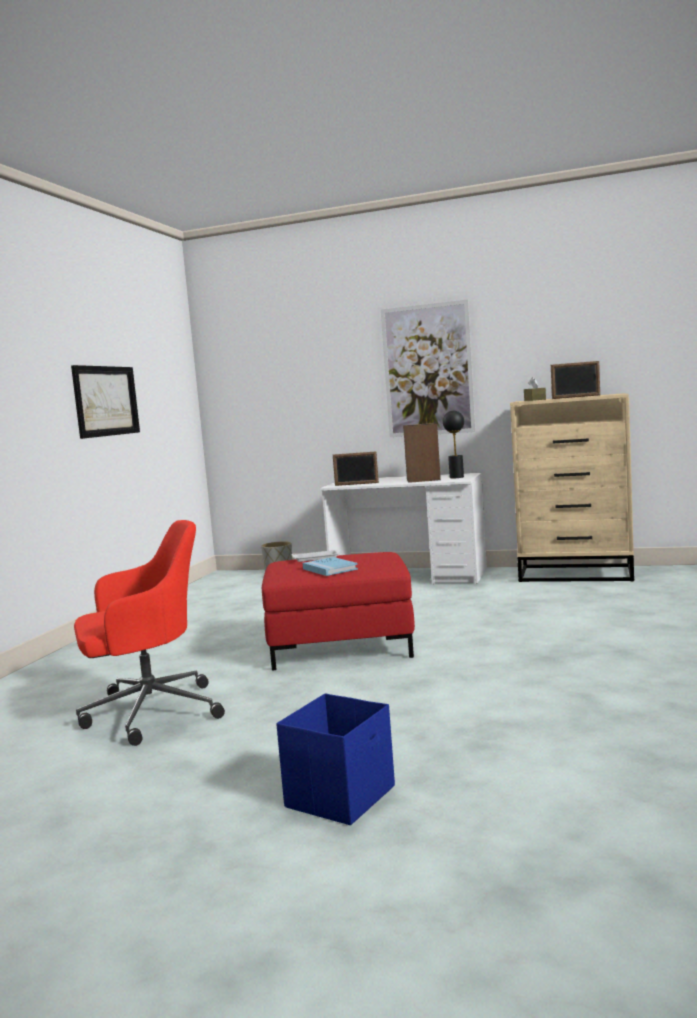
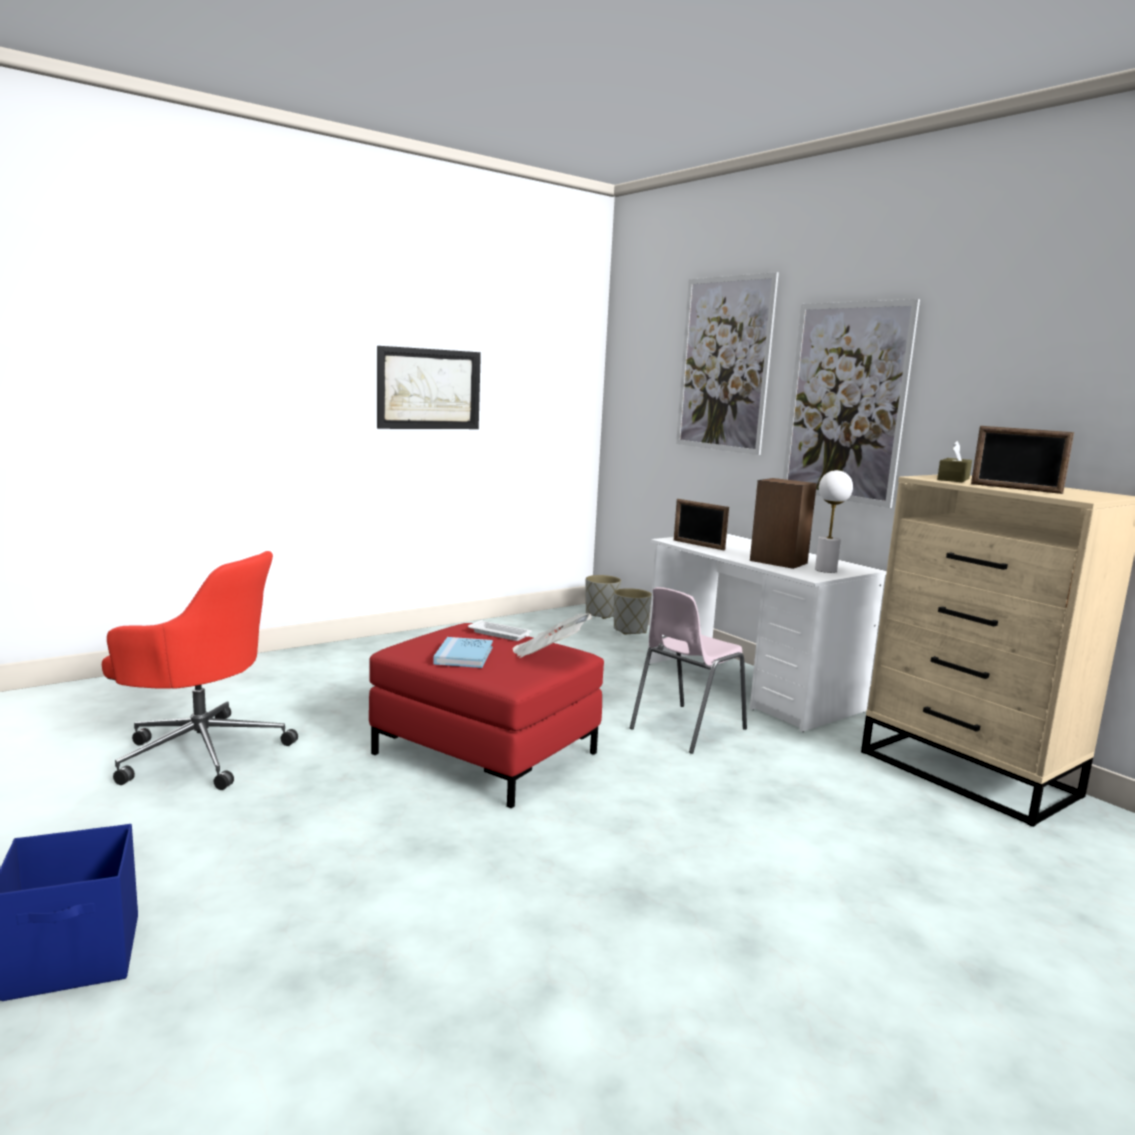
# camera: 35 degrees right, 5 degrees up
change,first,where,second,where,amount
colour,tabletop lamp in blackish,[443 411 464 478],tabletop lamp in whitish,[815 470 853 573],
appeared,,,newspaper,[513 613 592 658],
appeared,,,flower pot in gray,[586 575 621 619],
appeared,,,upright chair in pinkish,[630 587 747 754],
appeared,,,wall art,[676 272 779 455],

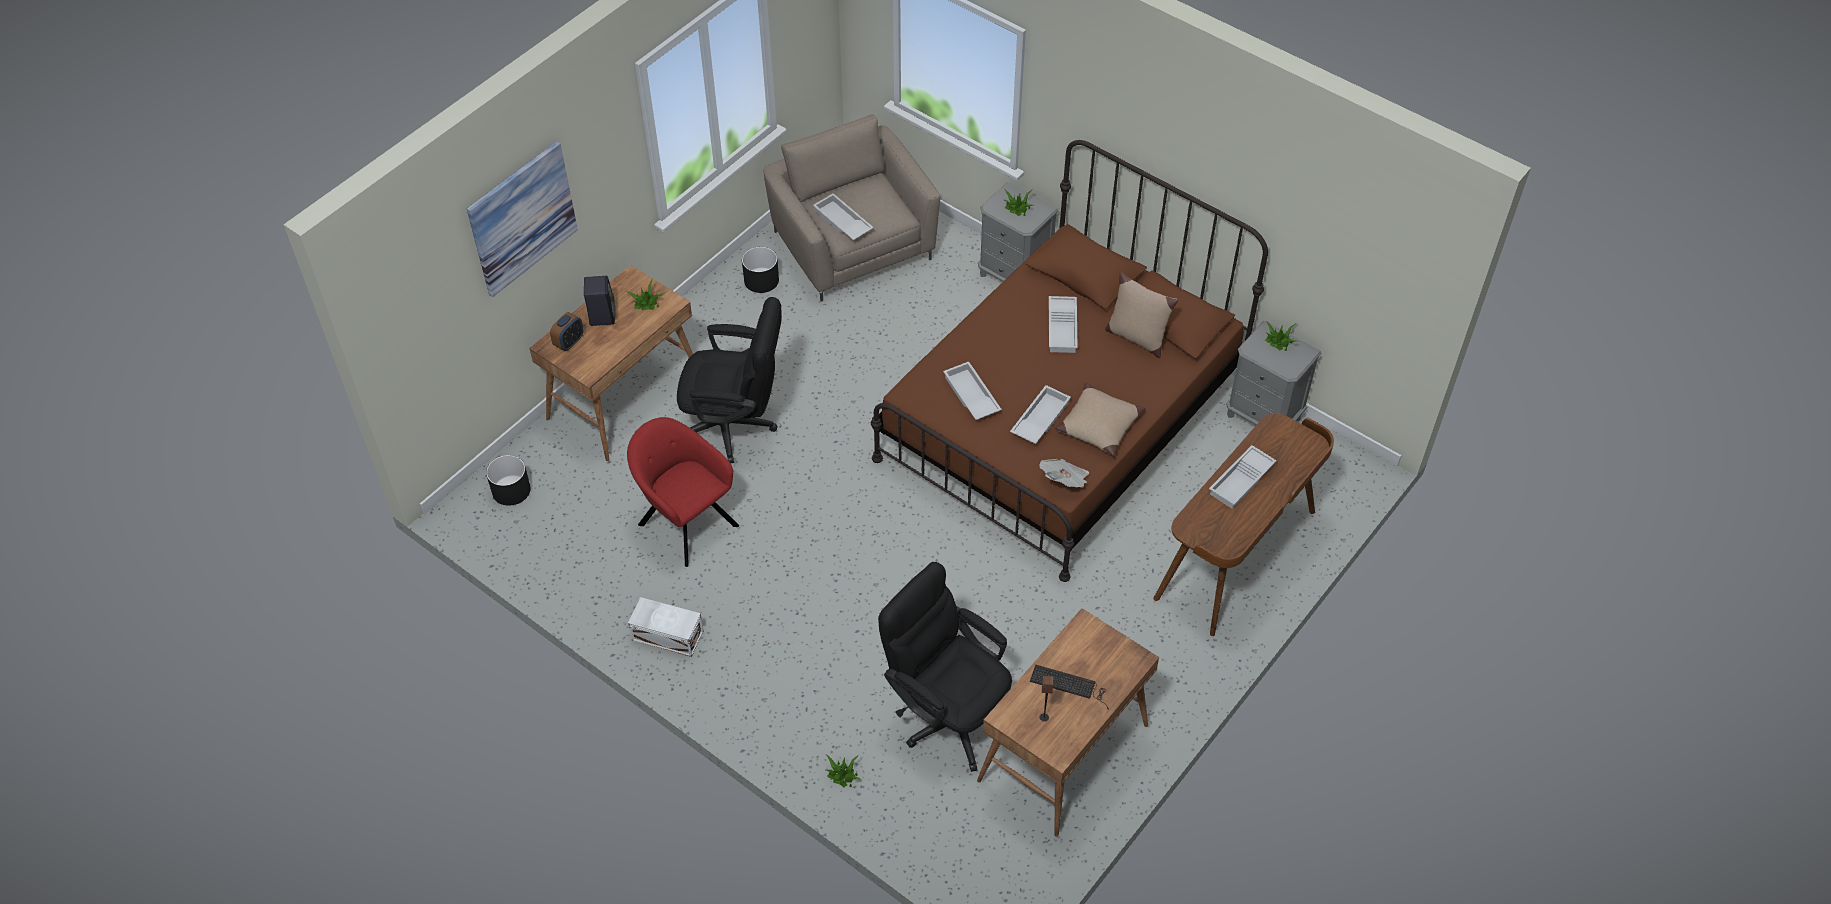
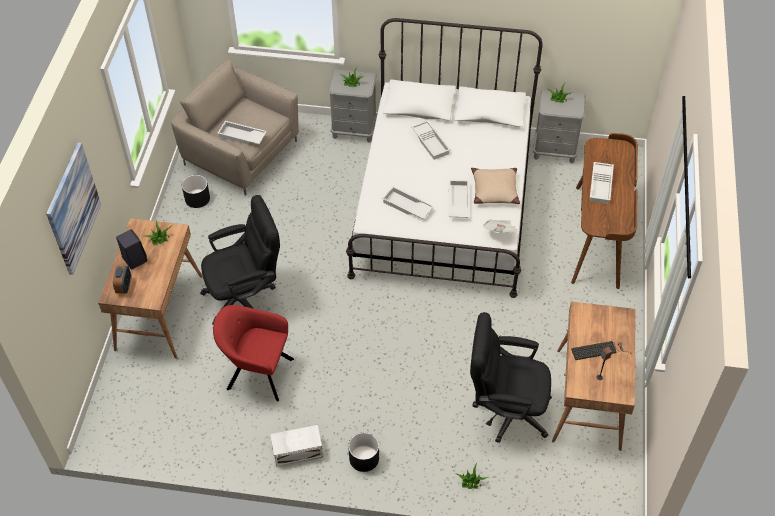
# camera: 30 degrees left, 0 degrees up
change,first,where,second,where,amount
relocated,flower pot in blackish,[486 455 531 506],,[348 432 379 472],
colour,bedroom bed in brownish,[871 140 1268 582],bedroom bed in whitish,[346 18 543 298],
missing,throw pillow in sand-coloured,[1105 272 1178 358],,,

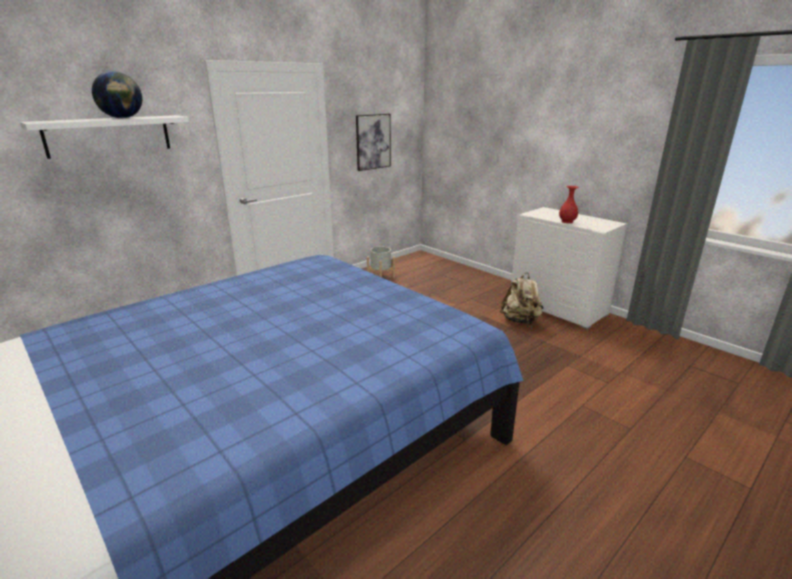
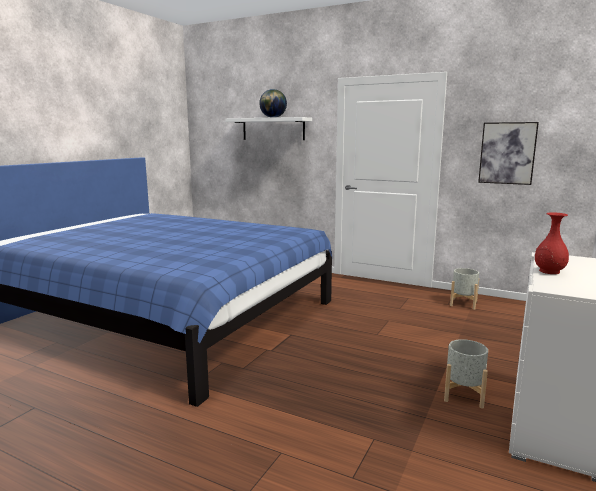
# camera: 70 degrees right, 10 degrees down
change,first,where,second,where,amount
exchanged,backpack in sand-coloured,[500 273 544 325],flower pot in gray,[444 339 488 408],

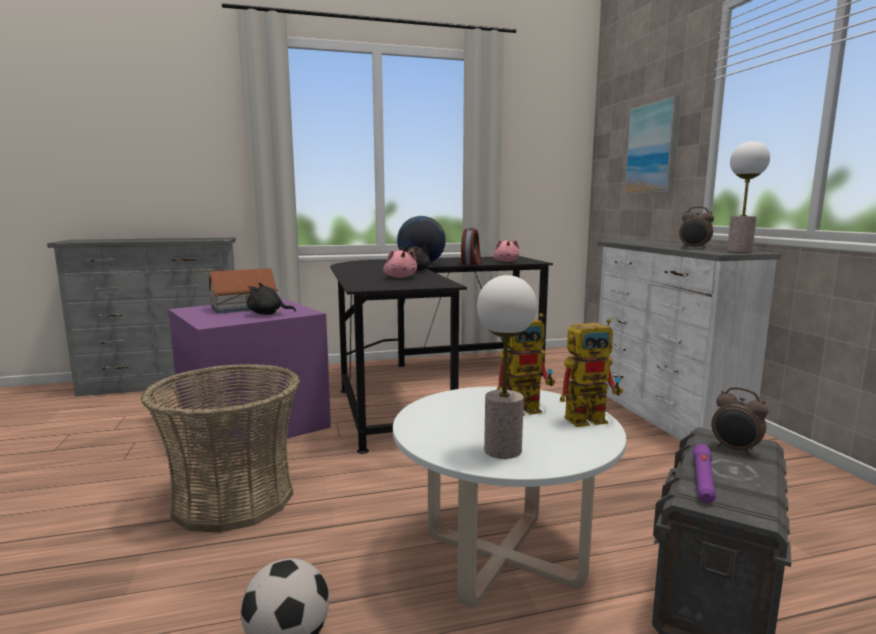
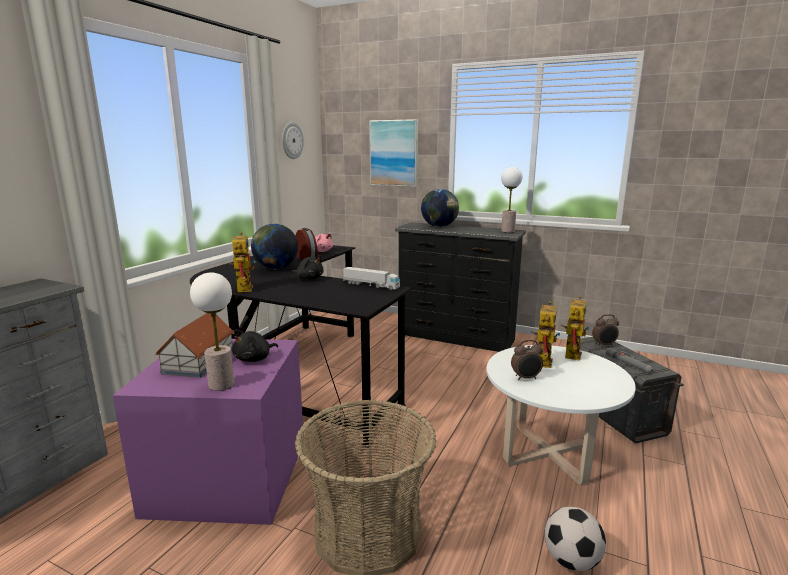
# camera: 50 degrees left, 5 degrees up
change,first,where,second,where,amount
missing,cuddly toy in pinkish,[383 249 417 278],,,
relocated,tabletop lamp,[477 275 537 459],,[190 272 234 391],
colour,dresser in whitish,[597 240 782 440],dresser in blackish,[395 222 526 352],
relocated,table clock,[679 207 714 249],,[511 340 543 380],
colour,torch in purple,[693 444 716 503],torch in gray,[606 348 653 373],
appeared,,,model robot,[229 232 256 292],
appeared,,,clock on the wall,[282 122 304 159],
appeared,,,toy truck,[343 267 400 290],
appeared,,,desk globe,[421 189 459 227],

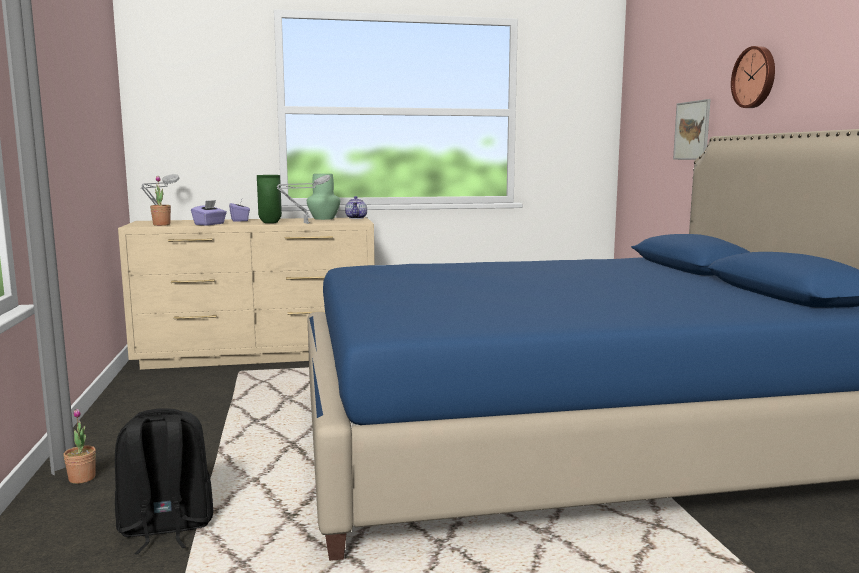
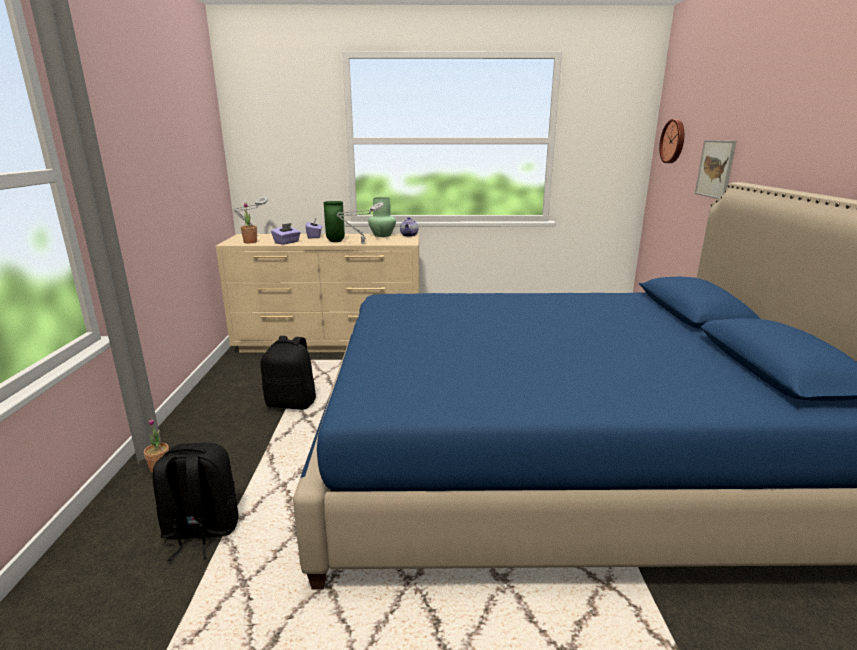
# camera: 10 degrees right, 10 degrees up
change,first,where,second,where,amount
relocated,clock on the wall,[731 46 775 108],,[659 119 684 163],
appeared,,,backpack in blackish,[260 336 316 410],

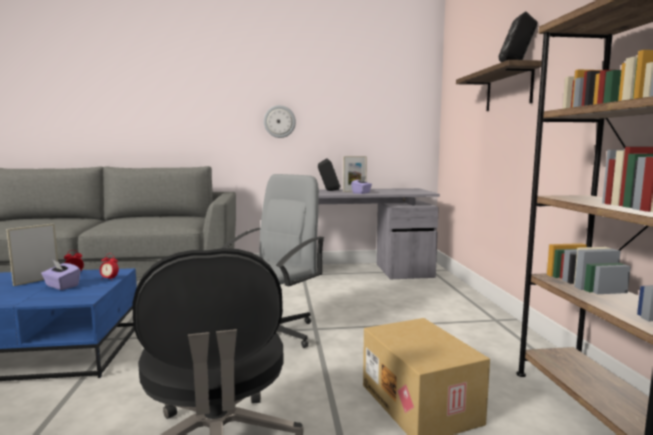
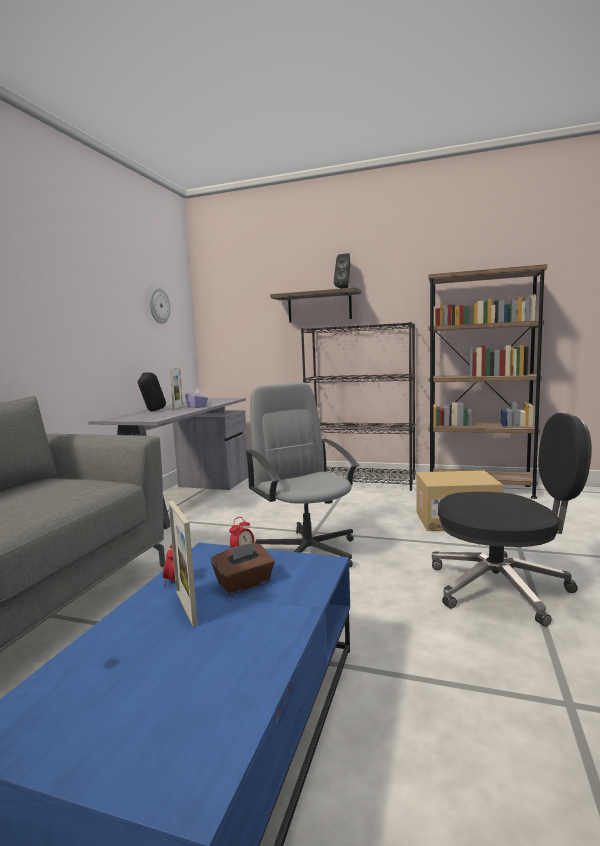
# camera: 65 degrees left, 0 degrees up
change,first,where,second,where,amount
colour,tissue box in purple,[41 260 80 290],tissue box in brownish,[211 542 275 594],
relocated,clock on the wall,[264 105 296 138],,[150 288 171 324],
appeared,,,bookshelf in blackish,[301 322 415 491],

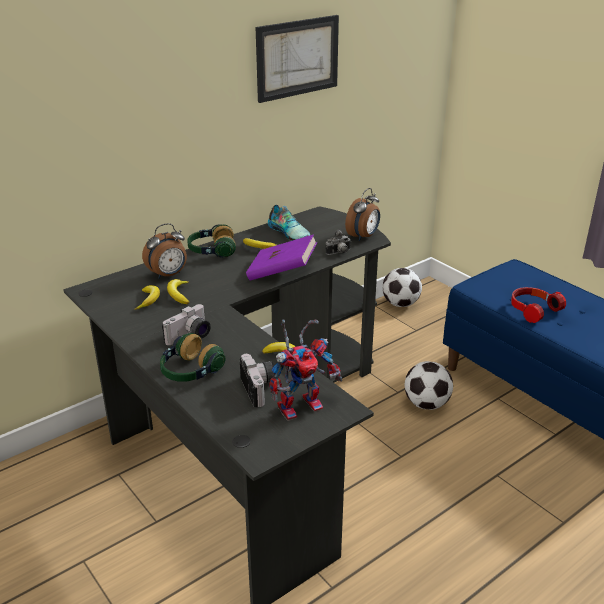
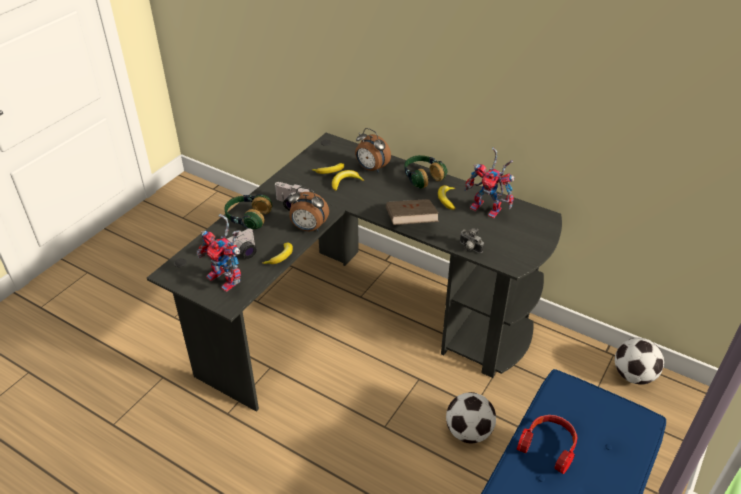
# camera: 70 degrees right, 10 degrees up
change,first,where,second,where,amount
colour,volume in purple,[246 235 317 281],volume in brownish,[386 199 439 225],
missing,wall art,[255 15 339 103],,,
exchanged,item of footwear,[268 205 310 241],model robot,[464 147 515 219],
relocated,table clock,[345 188 380 241],,[288 187 329 231],

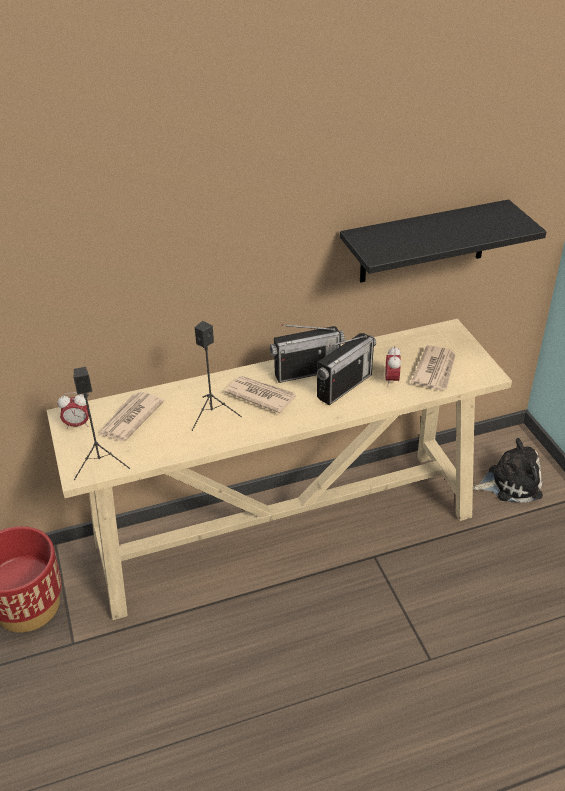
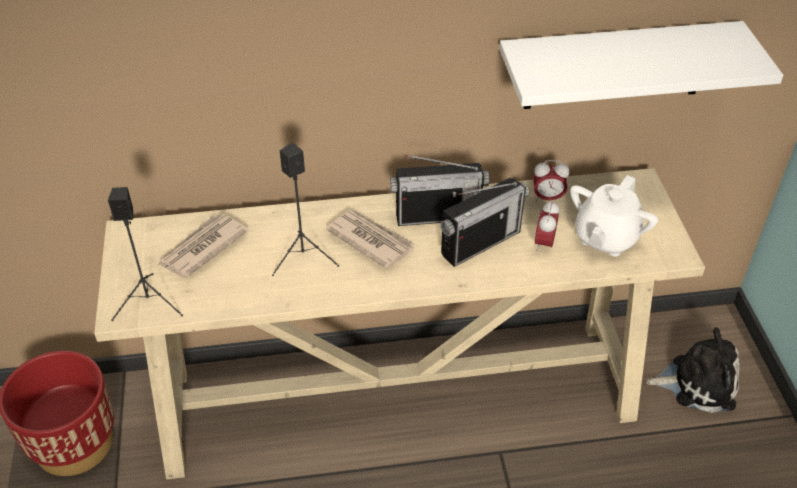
# camera: 10 degrees right, 5 degrees up
change,first,where,second,where,amount
relocated,table clock,[58 392 89 429],,[533 160 570 203],
colour,wall shelf in blackish,[340 199 547 283],wall shelf in whitish,[499 21 783 109],
exchanged,newspaper,[411 345 456 390],tea pot in whitish,[570 175 658 257],

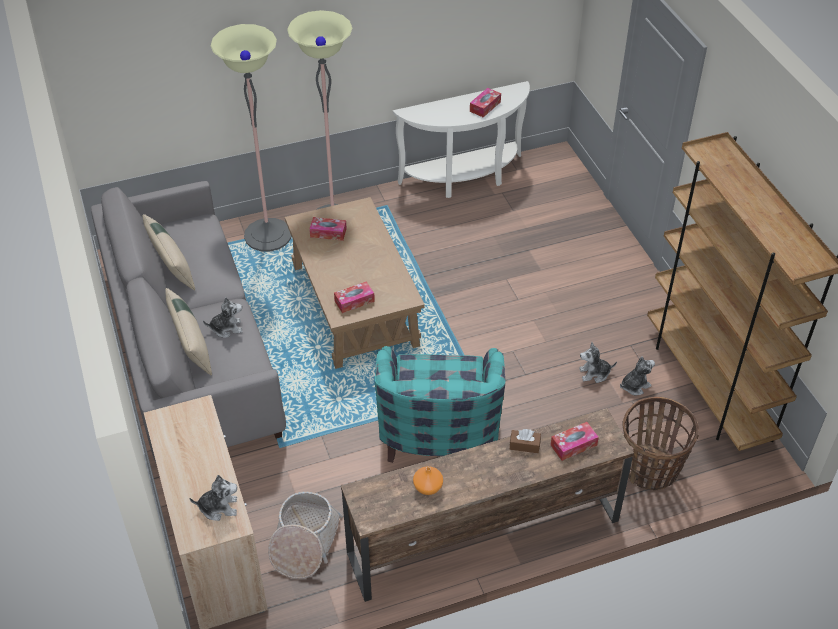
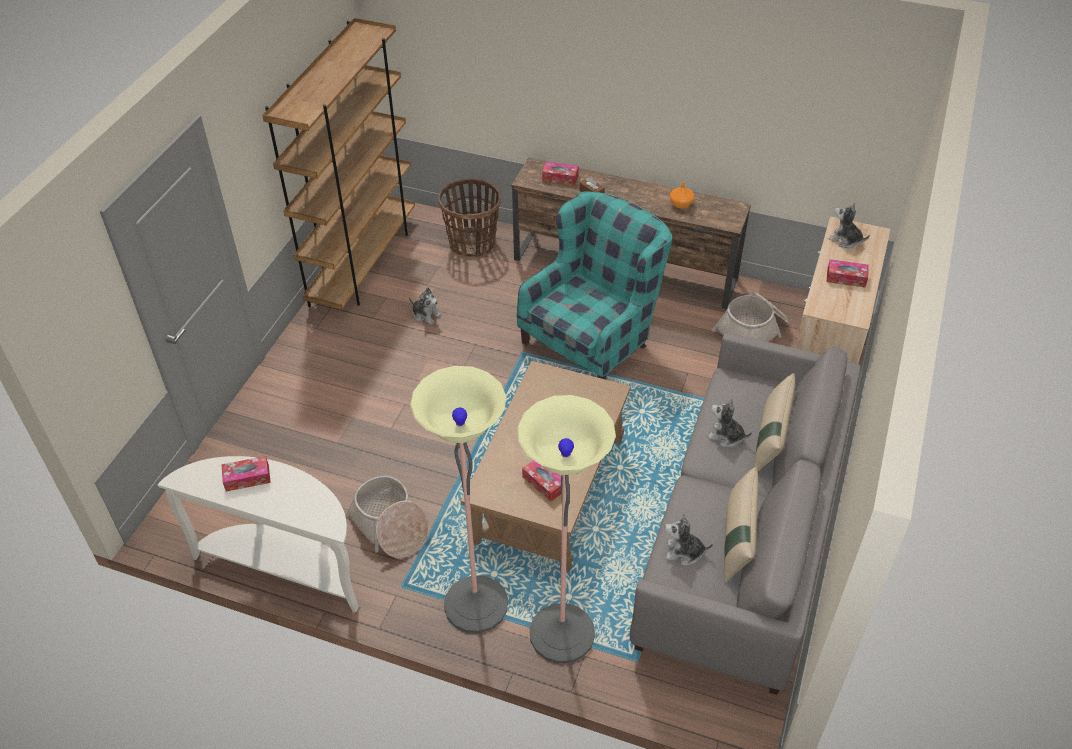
# camera: 140 degrees left, 0 degrees up
change,first,where,second,where,amount
relocated,tissue box,[334 281 375 313],,[827 259 869 287],
relocated,cuddly toy,[620 356 655 395],,[665 513 713 565],
appeared,,,storage basket,[346 476 429 558],

